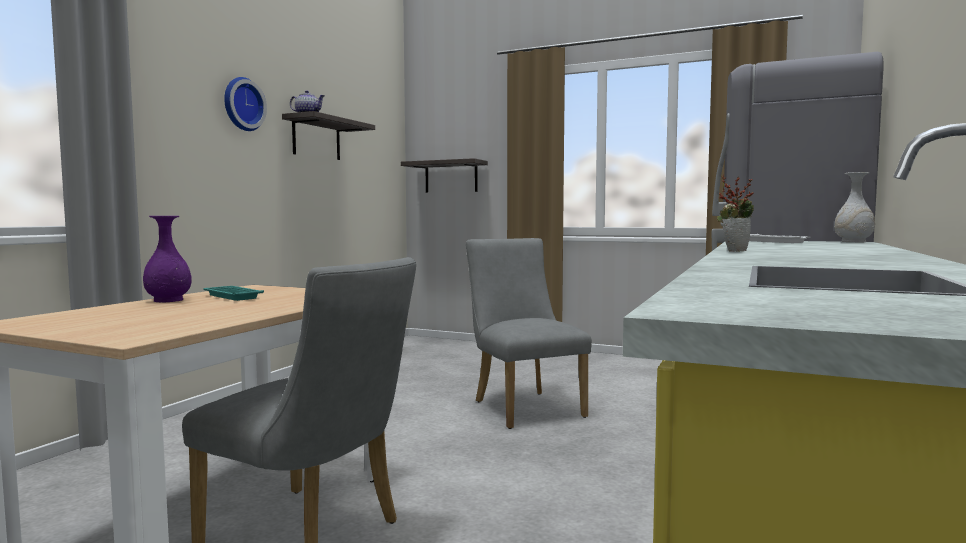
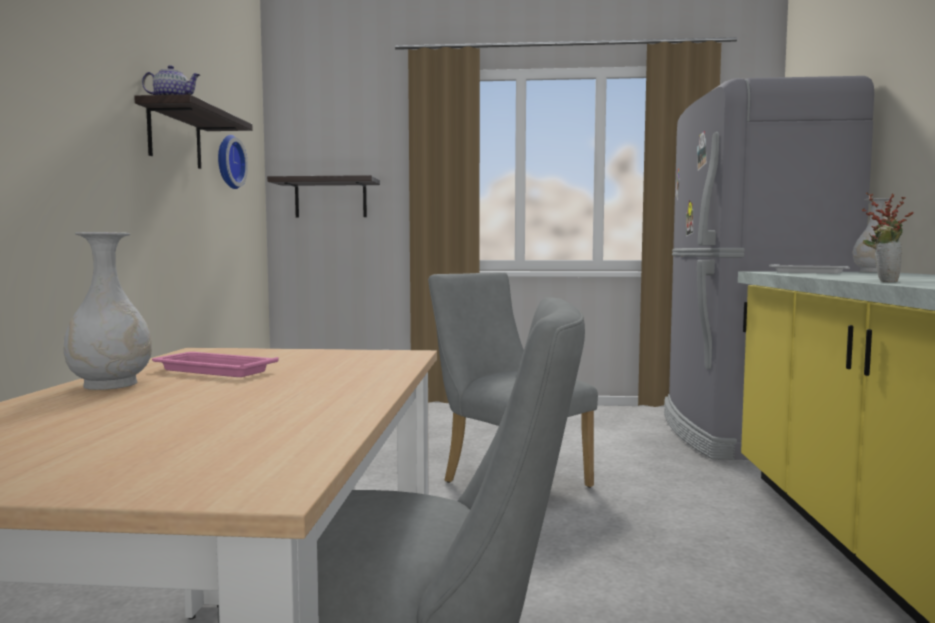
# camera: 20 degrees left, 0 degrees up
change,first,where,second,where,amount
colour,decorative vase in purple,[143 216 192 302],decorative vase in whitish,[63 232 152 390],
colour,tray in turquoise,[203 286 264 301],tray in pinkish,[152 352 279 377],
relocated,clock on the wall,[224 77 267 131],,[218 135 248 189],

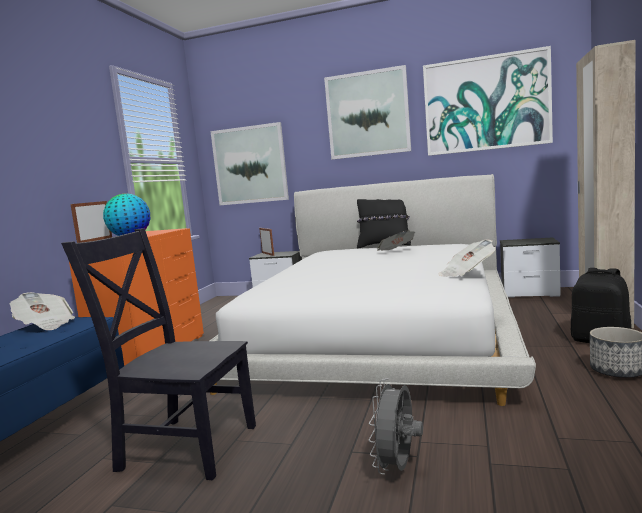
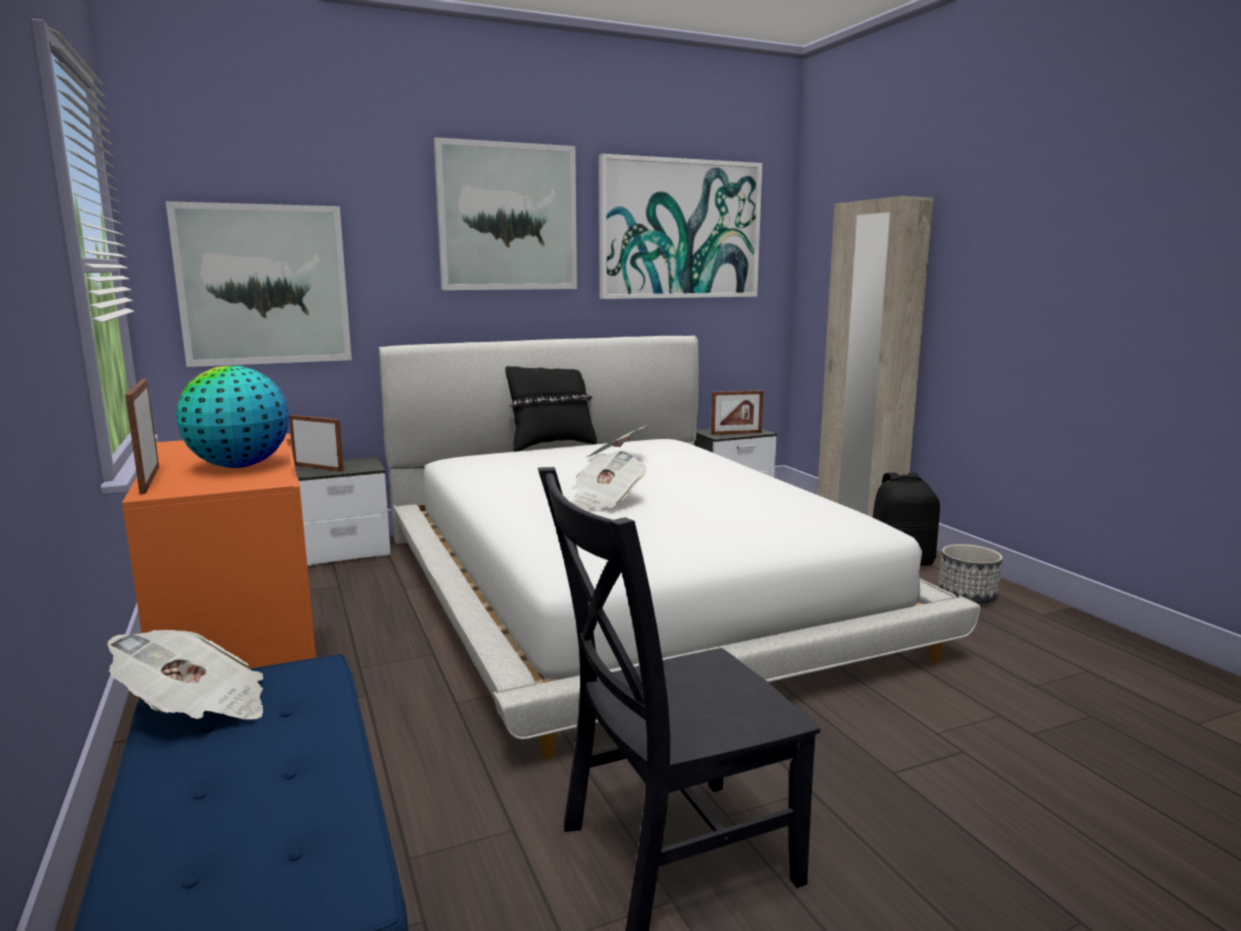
# camera: 40 degrees left, 5 degrees up
change,first,where,second,where,amount
missing,electric fan in gray,[369 378 423 475],,,
relocated,newspaper,[439 239 495 277],,[571 450 646 510],
appeared,,,standing frame,[711 390 763 435],

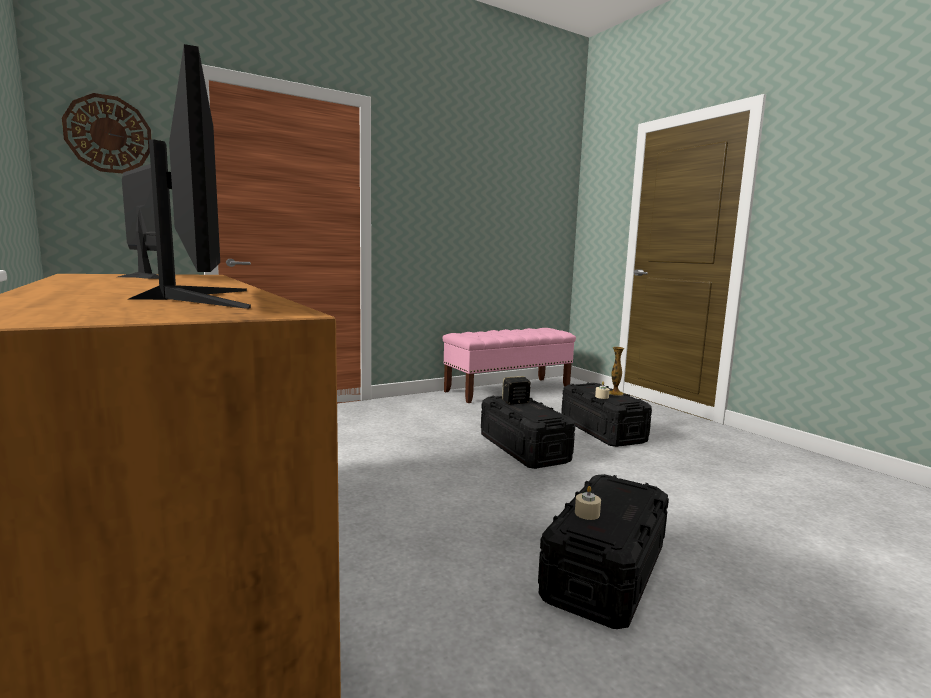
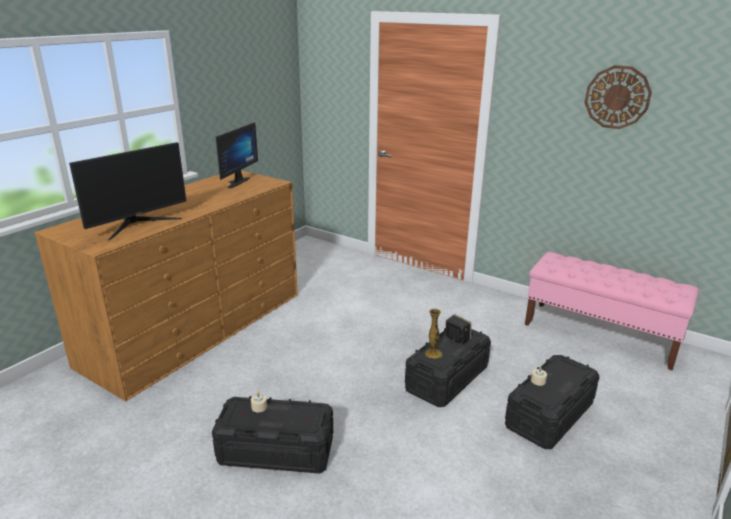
# camera: 65 degrees right, 15 degrees up
change,first,where,second,where,amount
relocated,clock on the wall,[62 93 151 174],,[584 65 652 129],
relocated,decorative vase,[609 347 624 396],,[425 309 442 358],

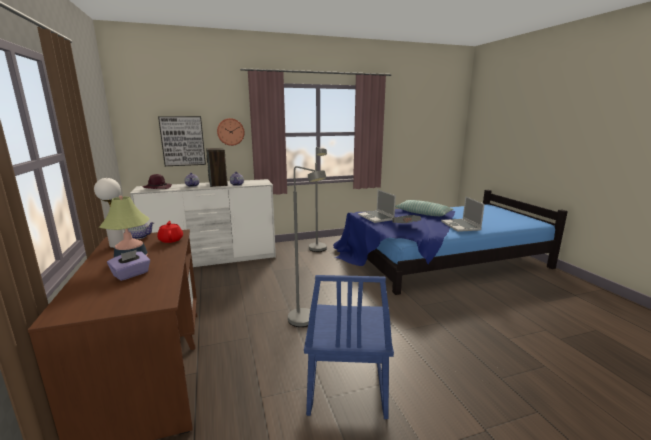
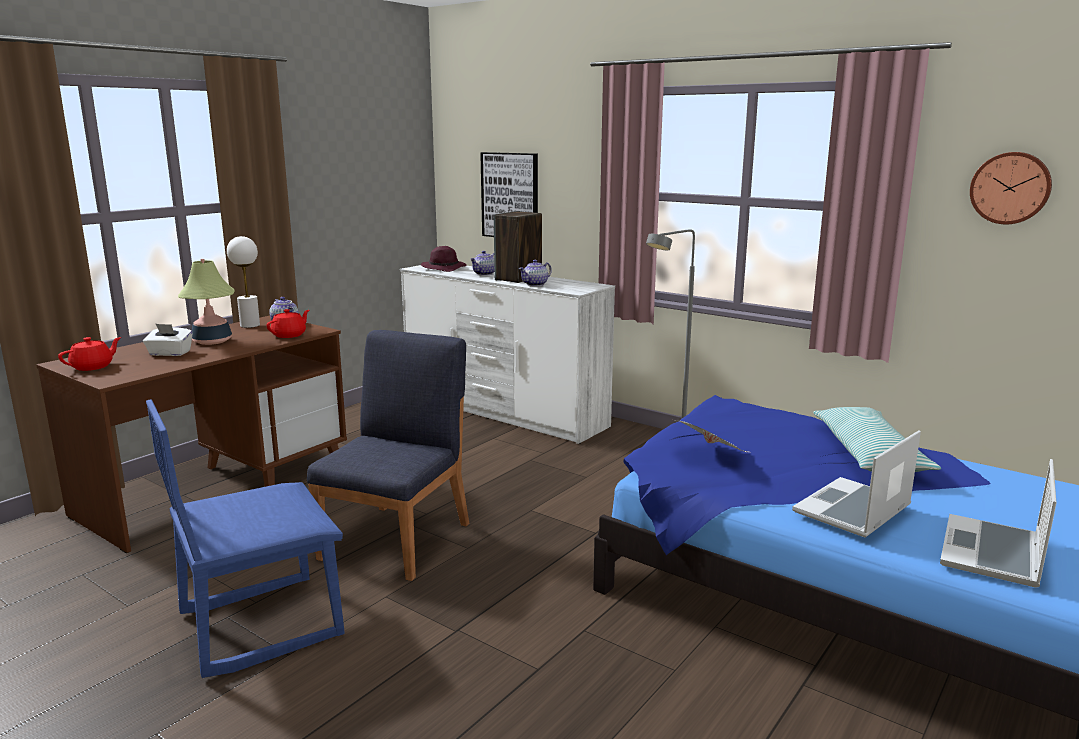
# camera: 55 degrees right, 0 degrees up
change,first,where,second,where,amount
colour,tissue box in purple,[107 250 150 281],tissue box in whitish,[143 324 193 356],
relocated,clock on the wall,[217 118 245 146],,[970 152 1052 224],
exchanged,standard lamp in gray,[288 166 326 327],upright chair in blue-coloured,[307 330 469 581],
relocated,laptop,[358 190 396 223],,[940 459 1057 588],
appeared,,,tea pot in reddish,[58 337 121 371],

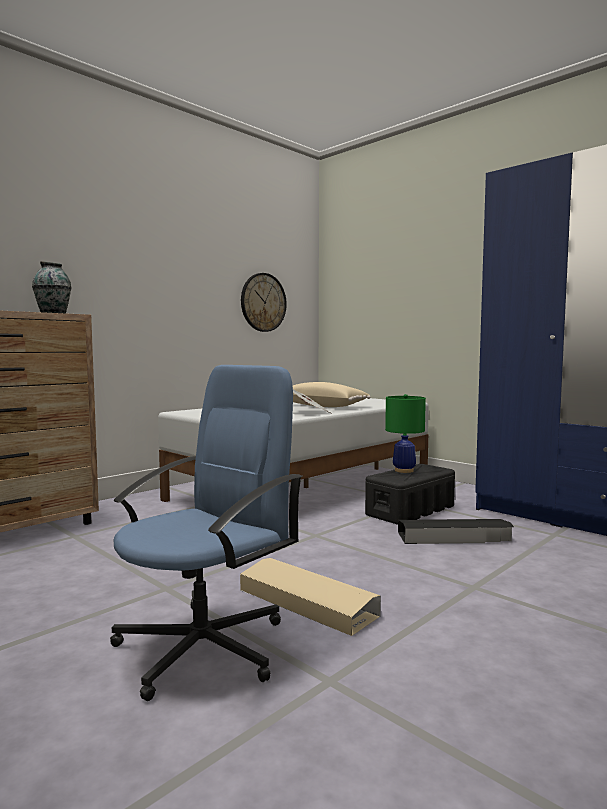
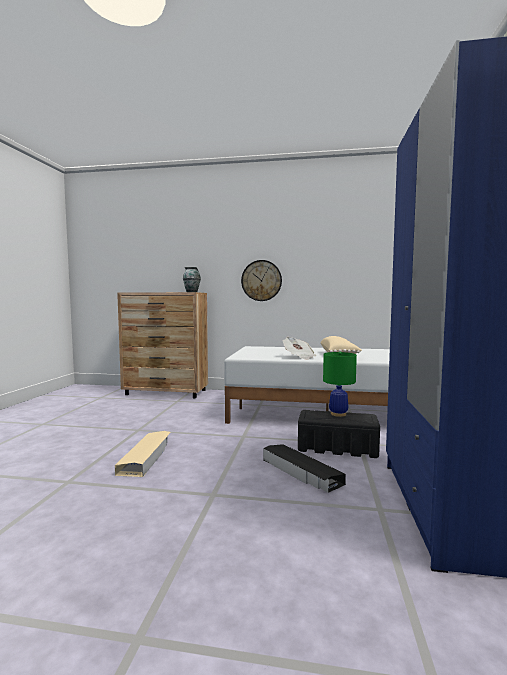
# camera: 55 degrees right, 0 degrees up
change,first,where,second,where,amount
missing,desk chair in blue-coloured,[110 365 303 701],,,
relocated,clock on the wall,[241 273 287 332],,[241 260 282 301],

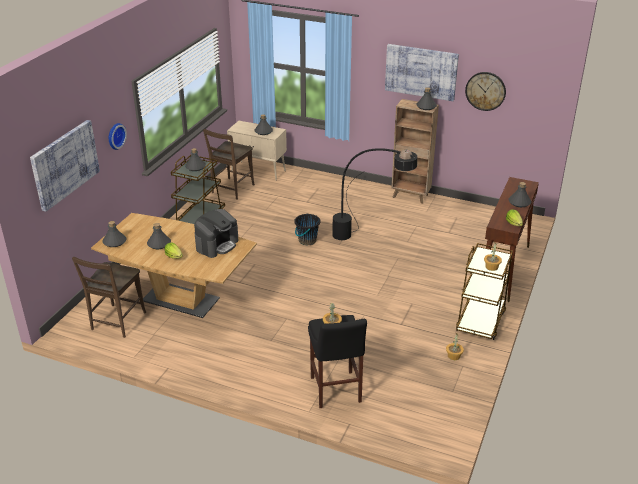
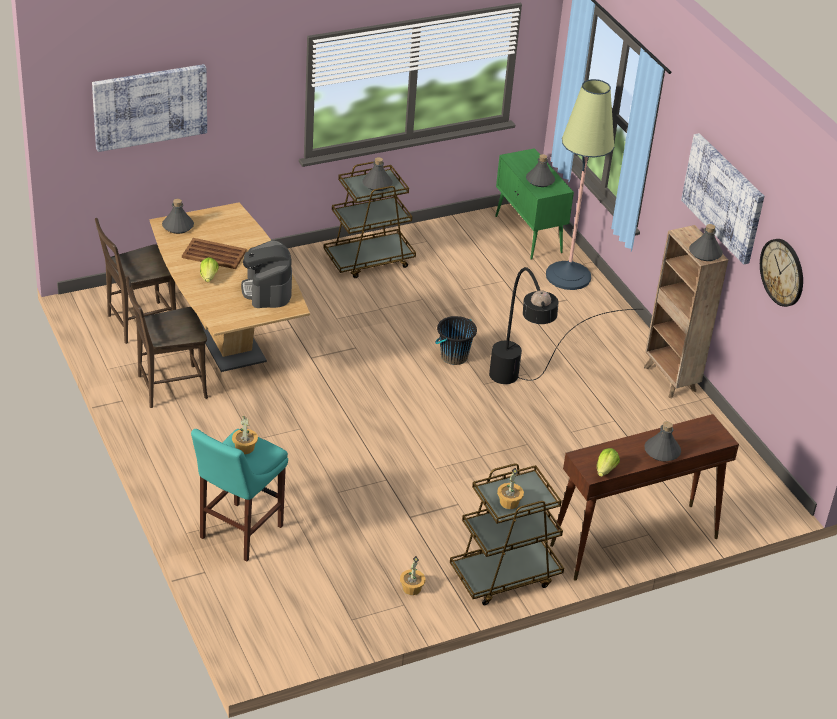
# camera: 40 degrees right, 5 degrees up
change,first,where,second,where,amount
missing,clock on the wall,[109 123 127 150],,,
exchanged,bottle in gray,[147 223 171 249],tray in brownish,[182 238 247 269],
spun,coffee brewer,[194 209 238 258],,[241 240 292 308],90 degrees clockwise
relocated,upright chair in brownish,[203 129 255 200],,[126 276 208 408],
colour,cabinet in sand-coloured,[227 121 287 181],cabinet in green,[495 148 574 260],
colour,stool seat in blackish,[308 315 367 408],stool seat in turquoise,[191 429 288 561],
appeared,,,standard lamp,[546 79 614 290],

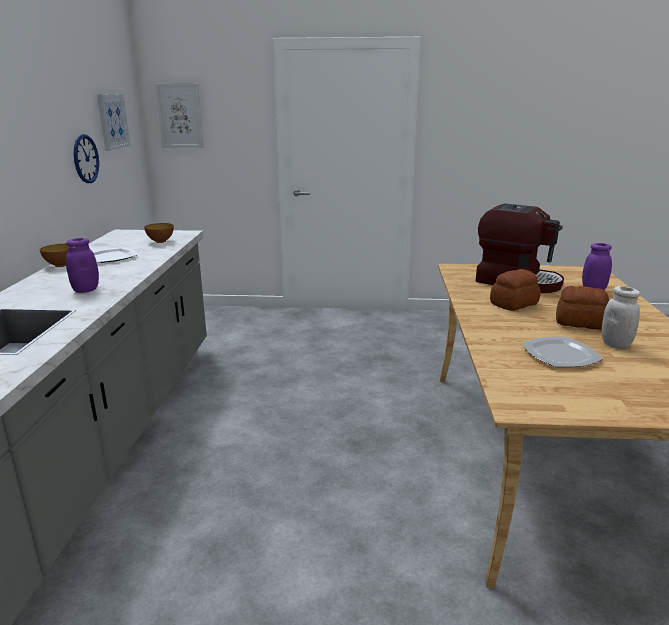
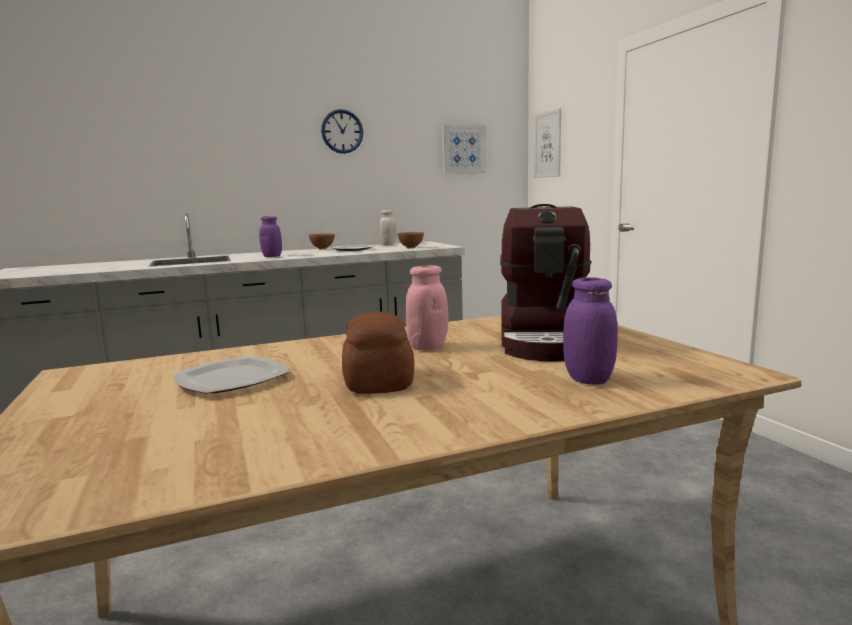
# camera: 65 degrees right, 10 degrees down
change,first,where,second,where,amount
relocated,clock on the wall,[74 134 99 183],,[321 109 363 154],
exchanged,baked bread,[490 269 541 311],storage jar in pinkish,[405 265 448 350],
relocated,storage jar in whitish,[602 286 640 349],,[379 210 396 245],

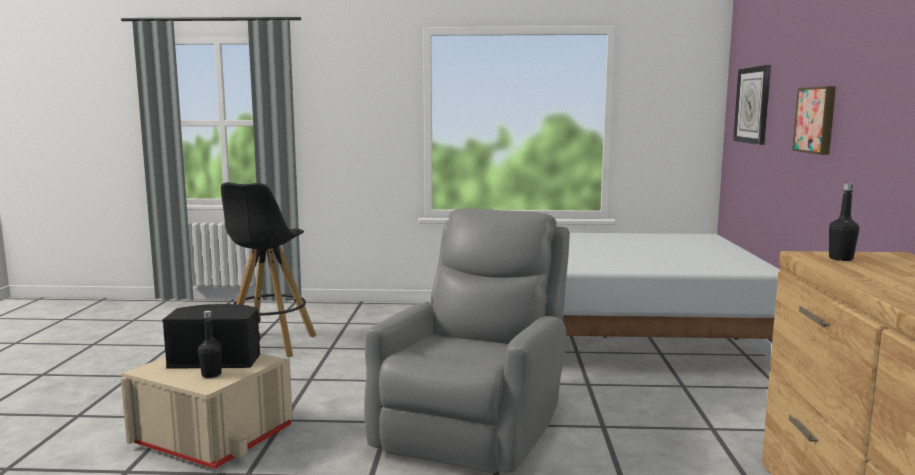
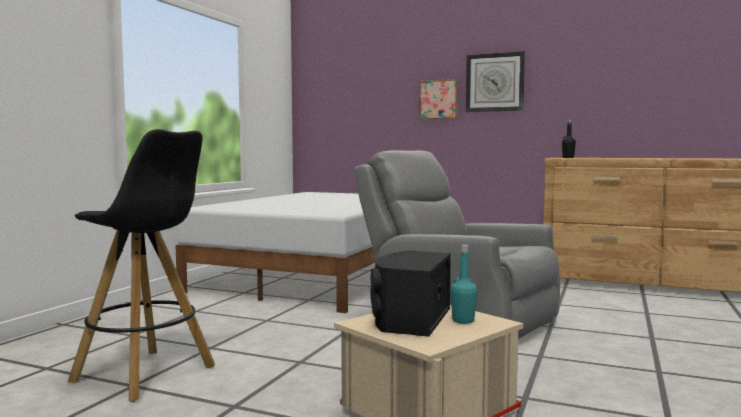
# camera: 70 degrees left, 5 degrees down
change,first,where,second,where,amount
colour,bottle in blackish,[198 311 222 378],bottle in turquoise,[450 244 477 324],
relocated,clock on the wall,[733 65 771 145],,[466 51 525 112],

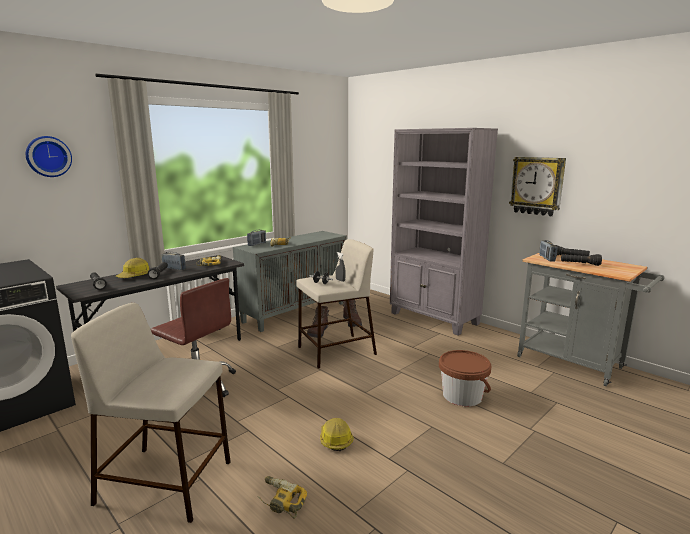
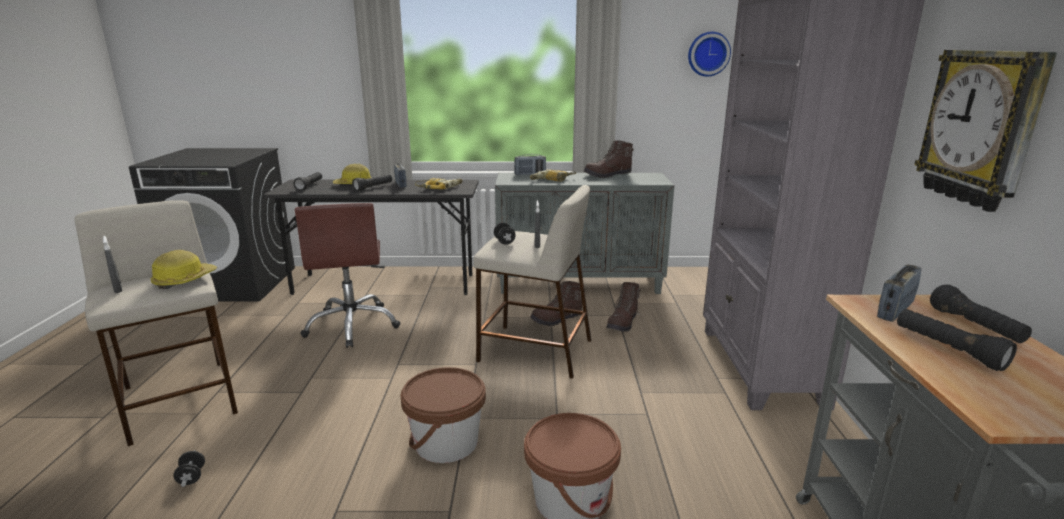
# camera: 45 degrees right, 5 degrees up
change,first,where,second,where,amount
relocated,clock on the wall,[26 136 72 177],,[688 32 731 77],
exchanged,drill,[257 476 307 519],free weight in blackish,[173 450 205 487],
relocated,hard hat,[320 418 354 451],,[151 250 217 289],
appeared,,,hand sprayer in gray,[103 236 122 293],
appeared,,,pail in brownish,[400 367 486 463],
appeared,,,boot in brownish,[584 140 634 178],

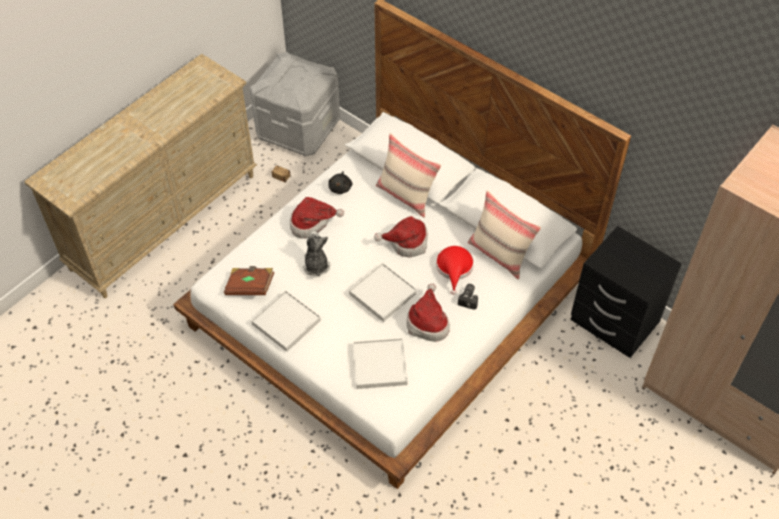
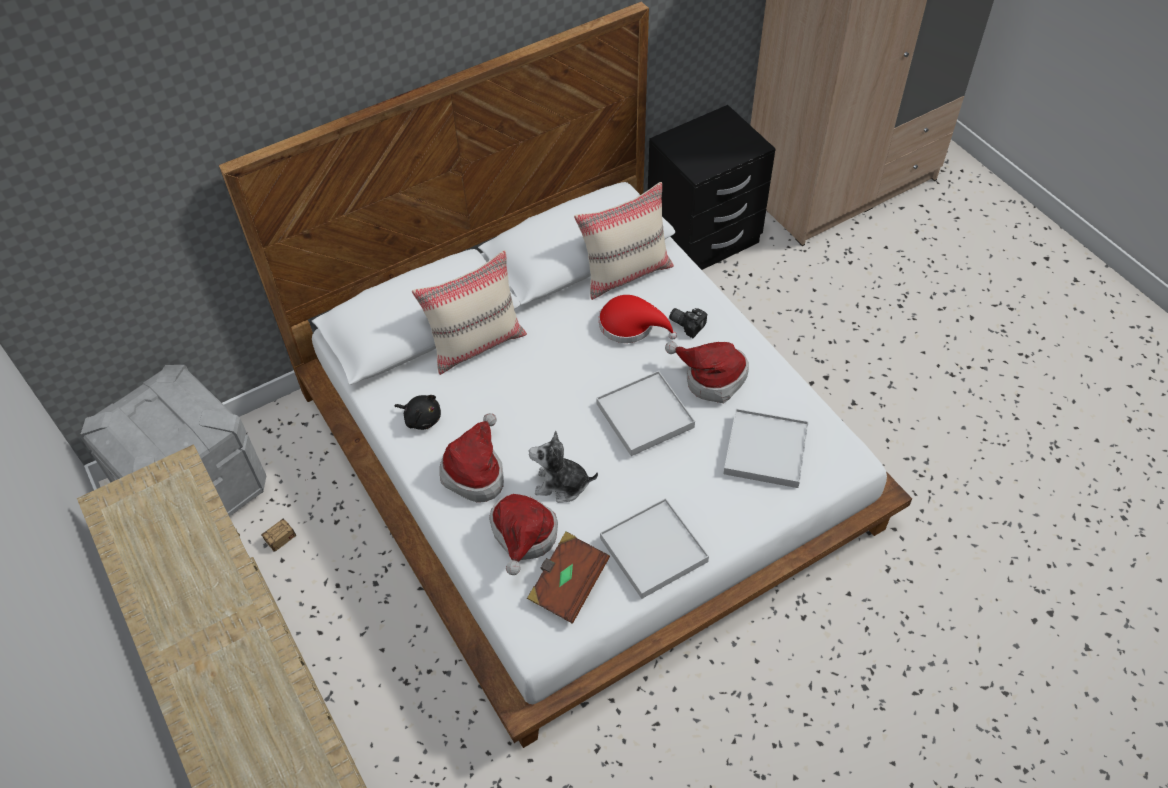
# camera: 70 degrees left, 0 degrees up
change,first,where,second,where,amount
relocated,hat,[374 216 428 257],,[489 494 558 575],

